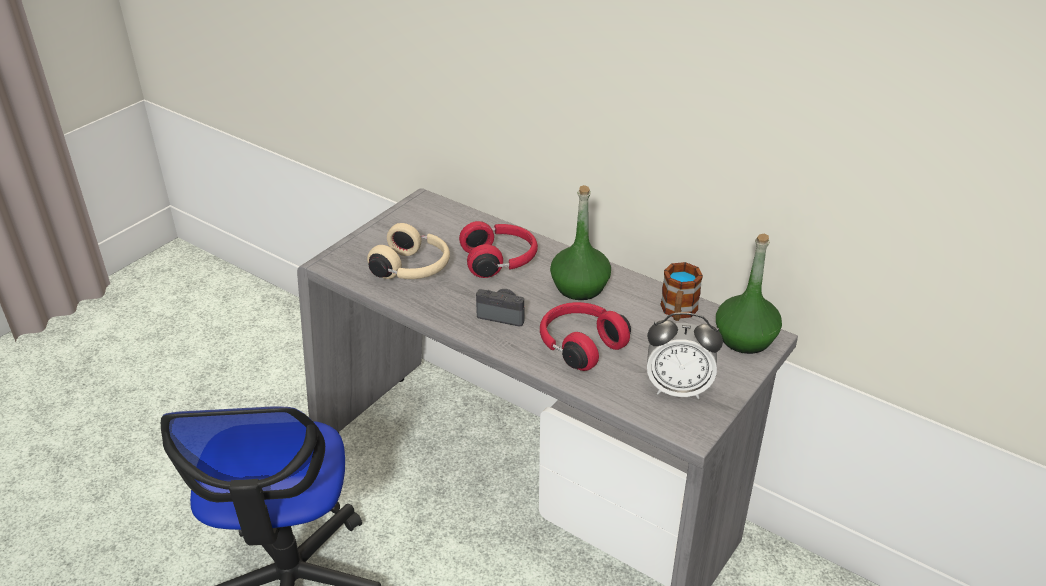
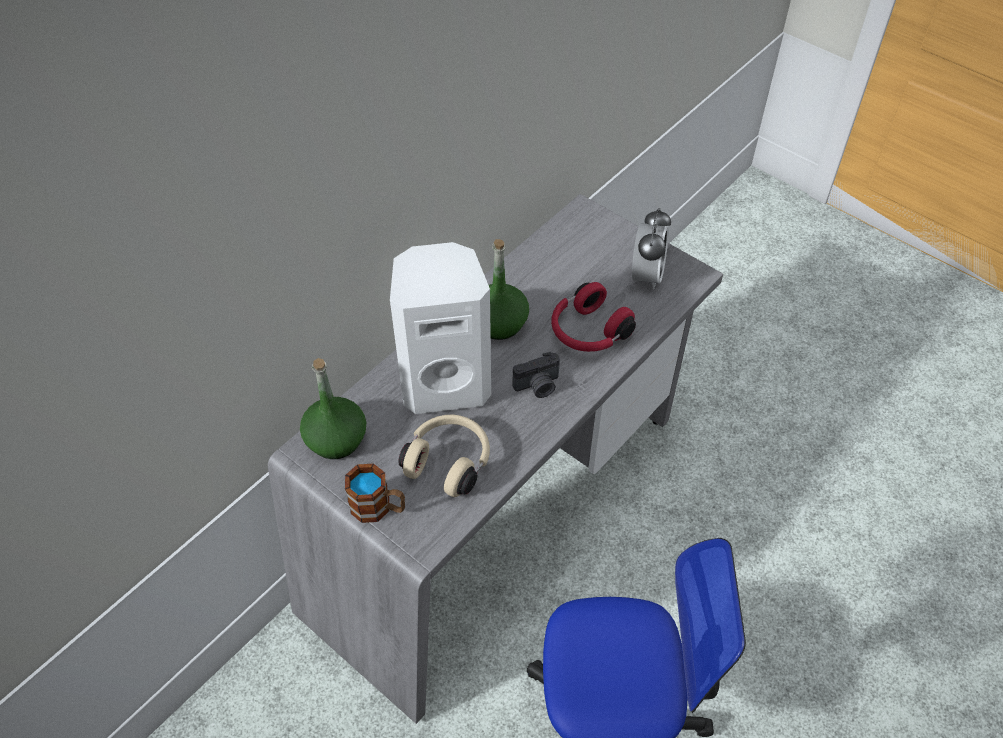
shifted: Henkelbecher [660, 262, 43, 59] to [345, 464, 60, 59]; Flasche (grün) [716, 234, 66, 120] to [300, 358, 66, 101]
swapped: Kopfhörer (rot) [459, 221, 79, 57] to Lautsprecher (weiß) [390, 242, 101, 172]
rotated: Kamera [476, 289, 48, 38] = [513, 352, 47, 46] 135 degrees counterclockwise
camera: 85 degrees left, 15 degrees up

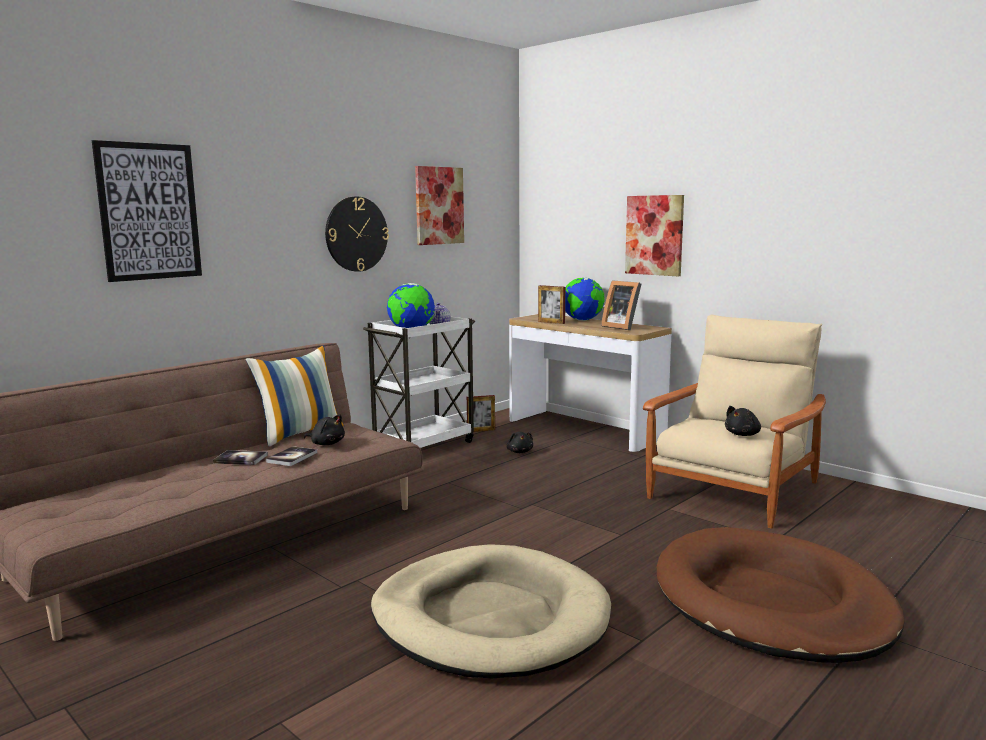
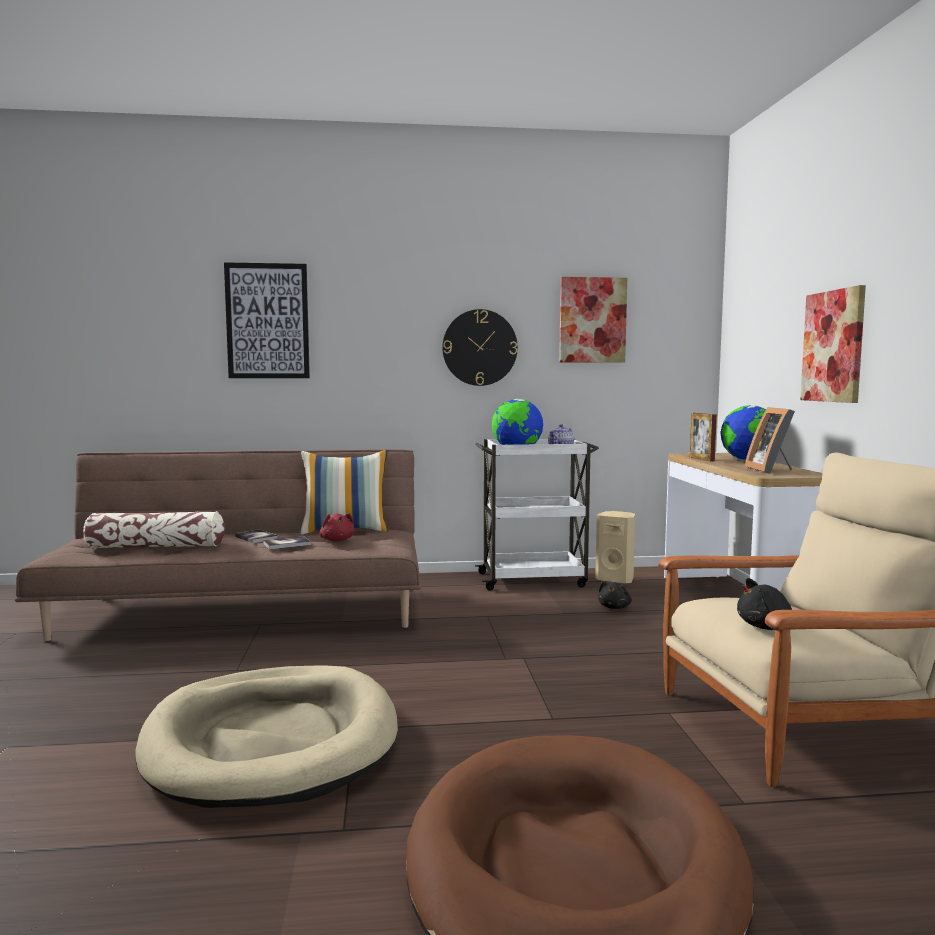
new: Kissen [83, 511, 142, 37]
swapped: Bilderrahmen [467, 395, 28, 37] to Lautsprecher (beige) [595, 511, 40, 73]
repainted: Plüschtier (schwarz) [304, 414, 41, 31] to Plüschtier (rot) [320, 513, 34, 29]
camera: 40 degrees right, 5 degrees down

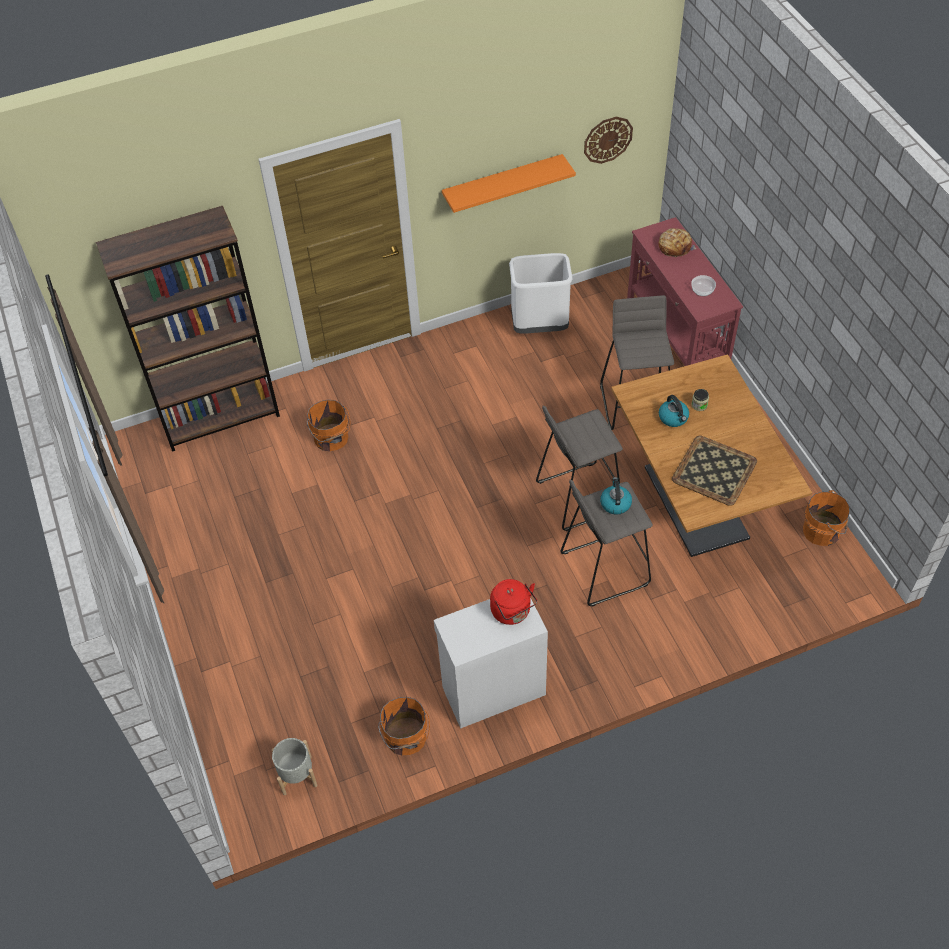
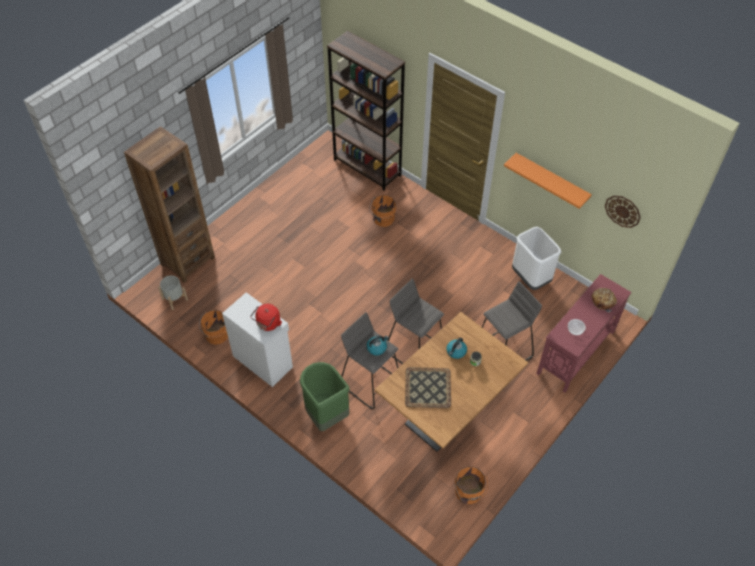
new: Bücherregal (braun) [124, 126, 91, 157]; Mülleimer (grün) [300, 362, 50, 69]
camera: 60 degrees right, 0 degrees up

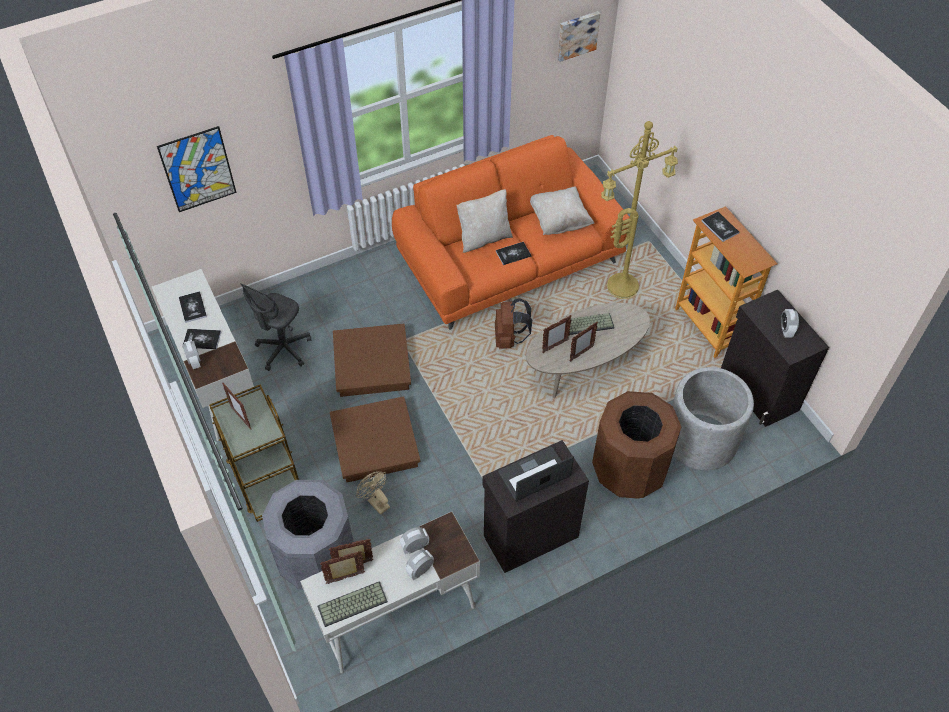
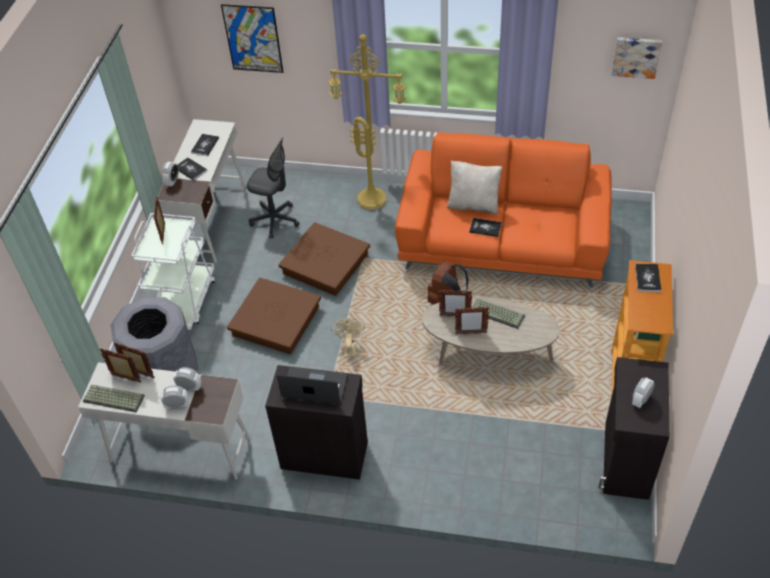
gone: Kissen (beige) [530, 186, 64, 49]; Mülleimer (braun) [592, 391, 89, 108]; Pflanzkübel (grau) [672, 367, 82, 104]
shifted: Ventilator (beige) [356, 472, 34, 43] to [331, 318, 33, 40]; Stehlampe (gelb) [601, 121, 77, 178] to [328, 34, 78, 176]
repainted: Rollwagen (braun) [209, 384, 90, 138] to Rollwagen (weiß) [131, 213, 85, 117]
rotated: Bürostuhl (grau) [241, 284, 70, 87] = [247, 138, 53, 101] 135 degrees counterclockwise
camera: 40 degrees right, 5 degrees down

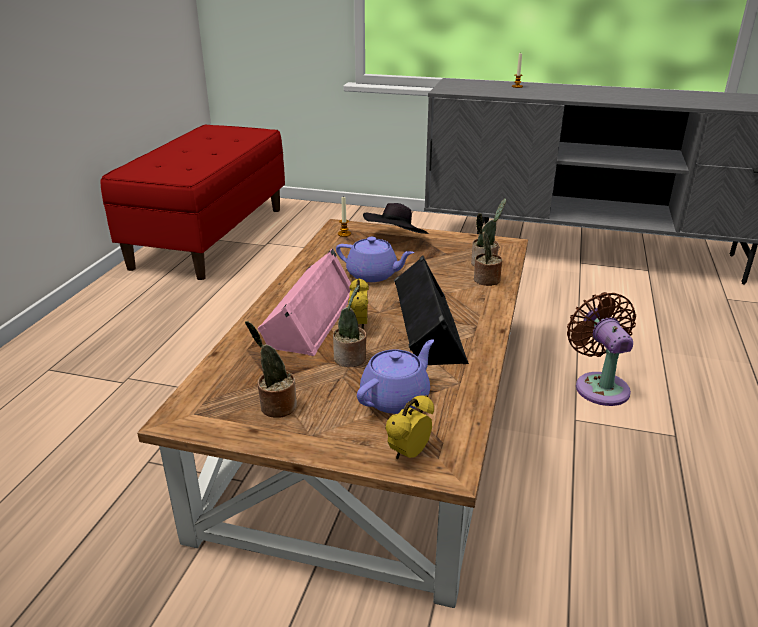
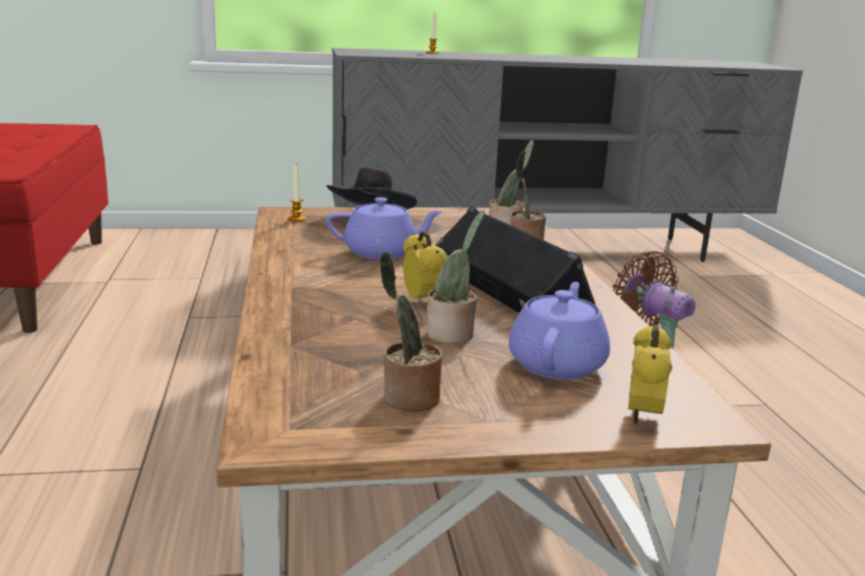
gone: Lautsprecher (rosa) [257, 248, 94, 108]
camera: 25 degrees left, 10 degrees down

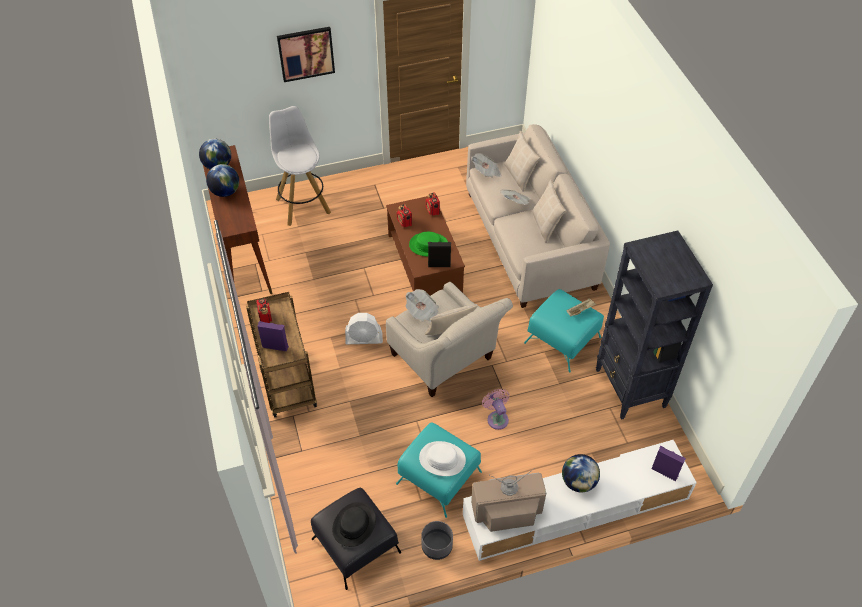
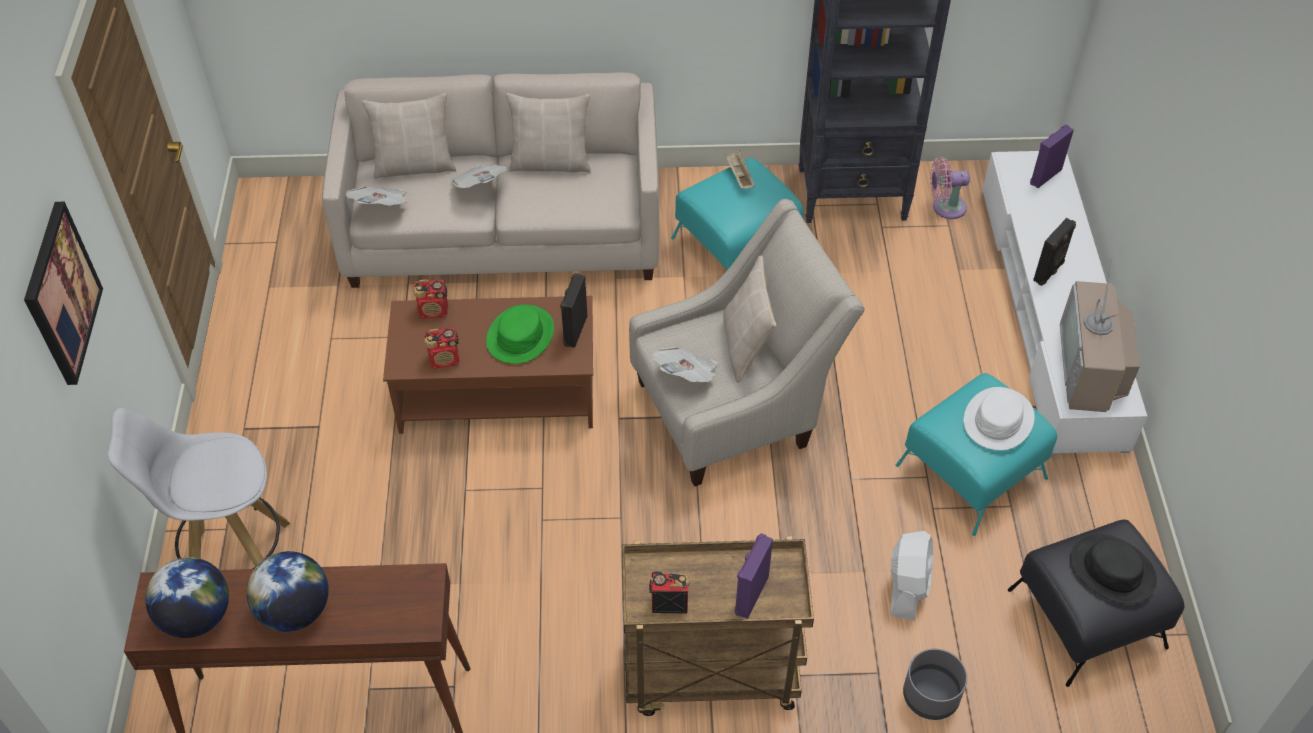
shifted: Ventilator (weiß) [345, 313, 38, 31] to [890, 531, 43, 90]; Pflanzkübel (grau) [421, 521, 32, 39] to [903, 649, 64, 71]; Ventilator (rosa) [482, 389, 28, 41] to [930, 157, 40, 62]
swapped: Globus [562, 454, 38, 38] to Lautsprecher (schwarz) [1033, 218, 43, 68]
camera: 75 degrees left, 0 degrees up

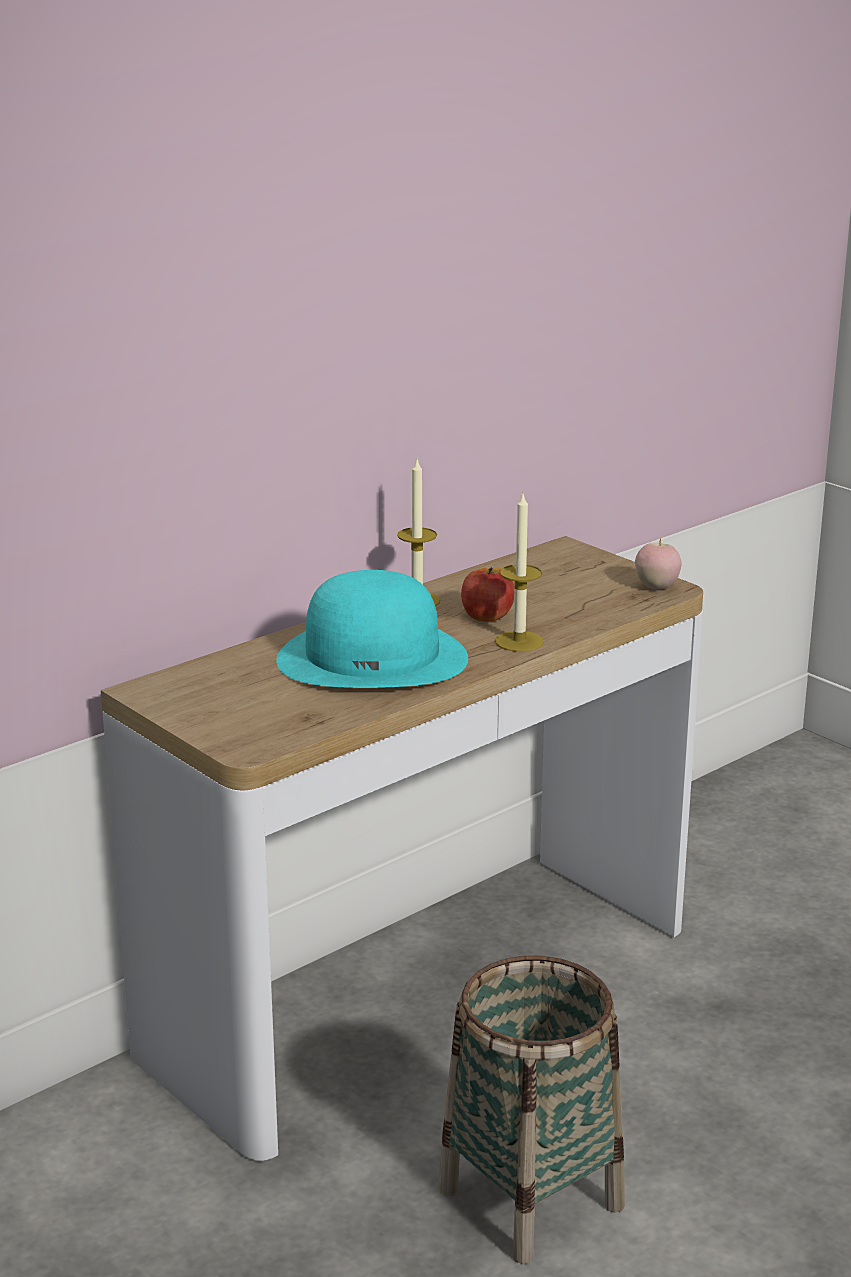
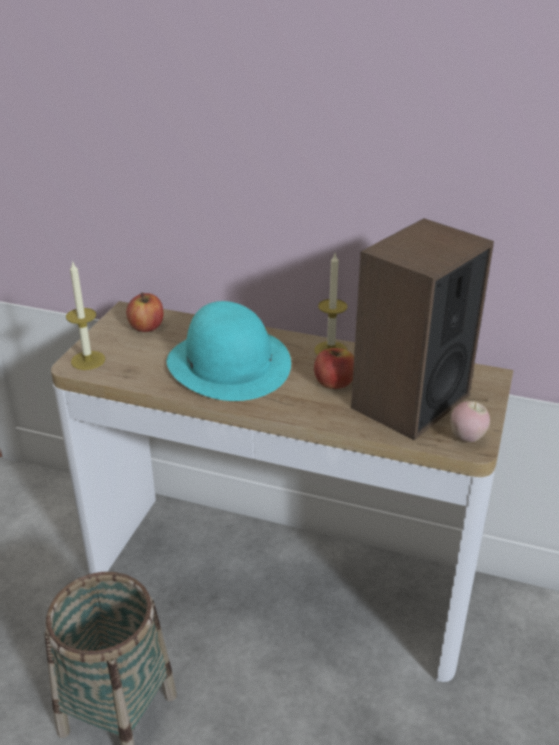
new: Apfel [126, 292, 37, 40]; Lautsprecher [351, 218, 143, 222]
shifted: Kerze [495, 494, 49, 158] to [66, 260, 39, 110]
camera: 60 degrees right, 10 degrees up

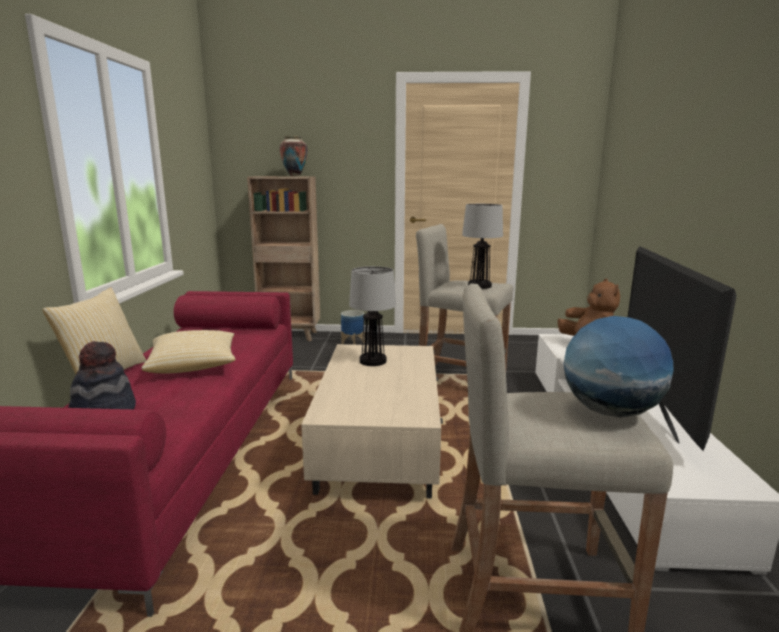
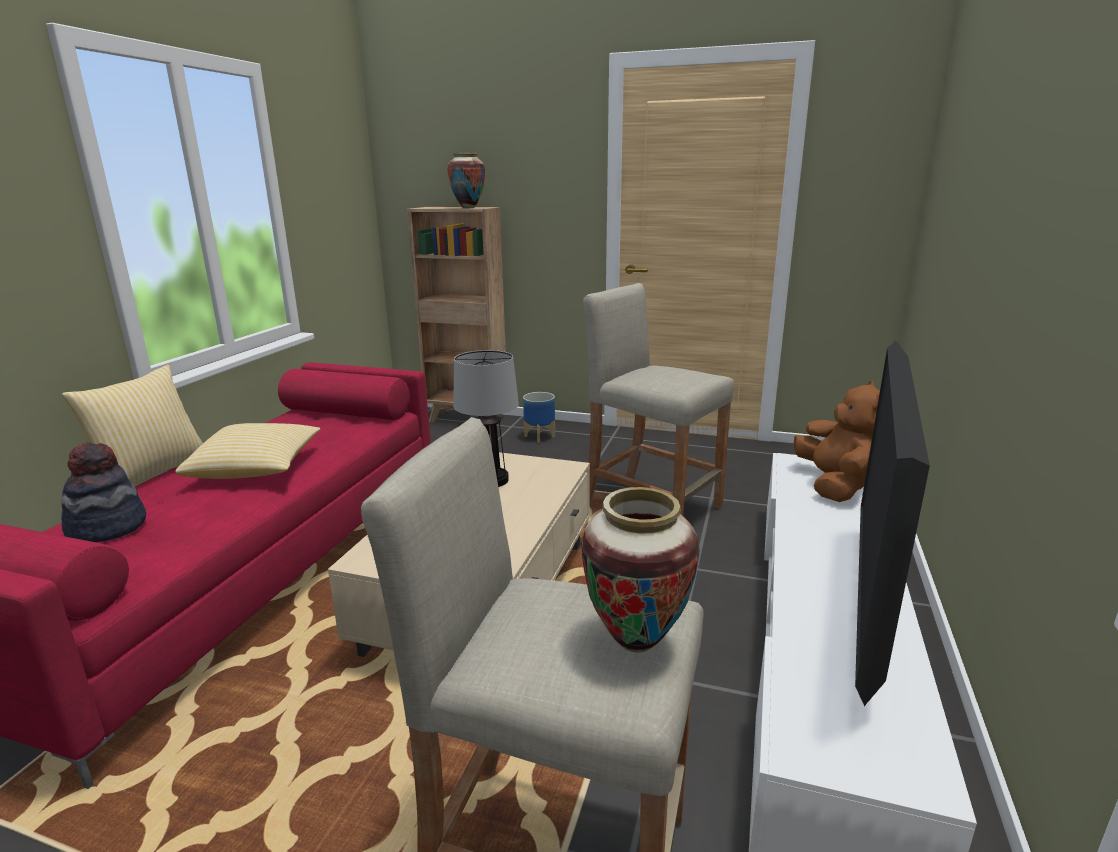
gone: Tischlampe [462, 204, 41, 85]
swapped: Globus [564, 316, 110, 102] to Vase [581, 487, 119, 166]
camera: 15 degrees right, 5 degrees up

